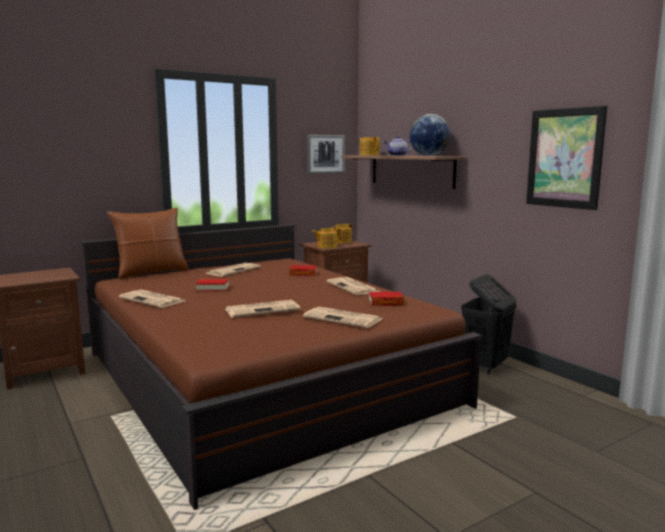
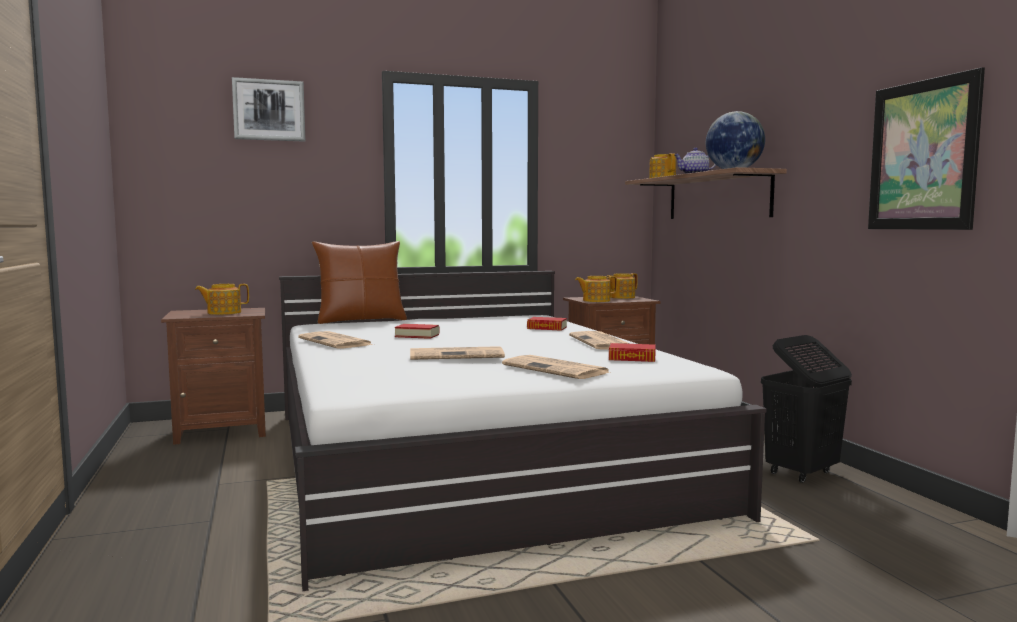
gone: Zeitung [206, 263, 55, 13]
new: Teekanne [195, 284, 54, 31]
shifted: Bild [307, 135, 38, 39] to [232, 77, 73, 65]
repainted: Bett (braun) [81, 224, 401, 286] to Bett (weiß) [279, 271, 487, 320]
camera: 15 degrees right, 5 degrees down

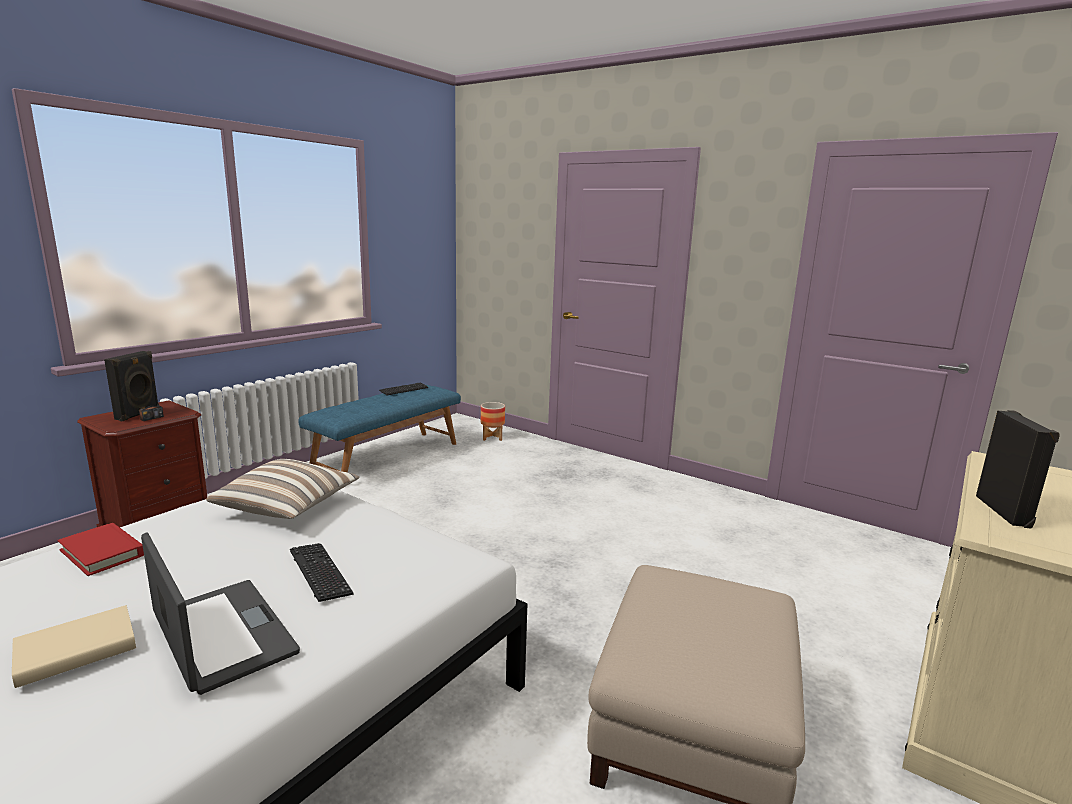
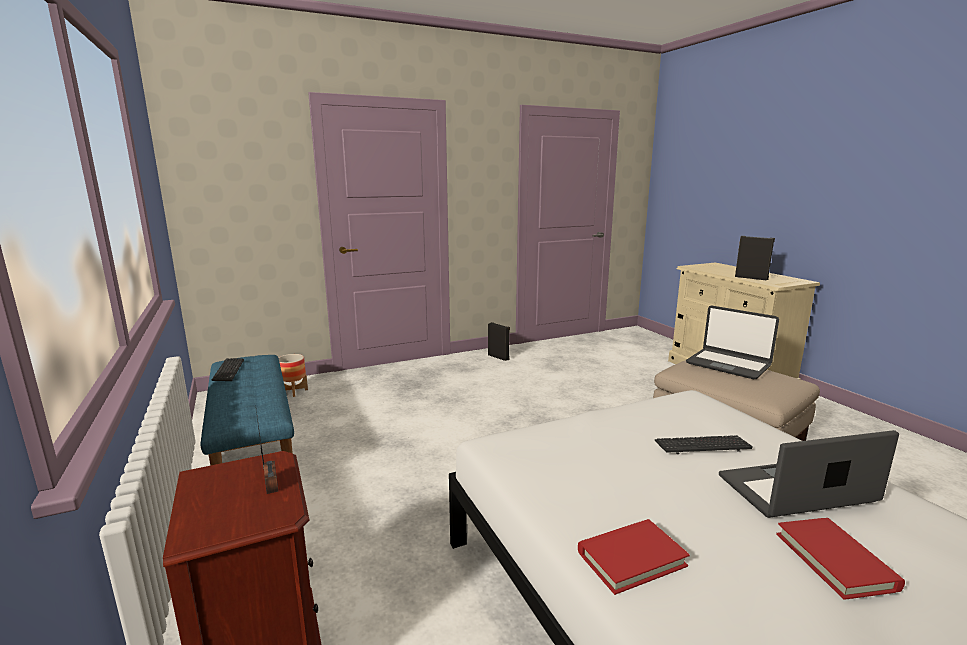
gone: Kissen [206, 459, 154, 60]
new: Laptop [686, 306, 93, 73]
shifted: Lautsprecher (schwarz) [104, 351, 55, 70] to [488, 322, 22, 39]
repainted: Buch (beige) [12, 605, 124, 83] to Buch (rot) [776, 518, 129, 82]
camera: 60 degrees left, 0 degrees up

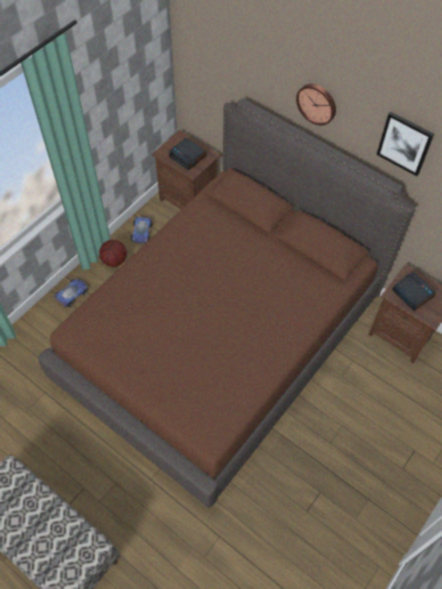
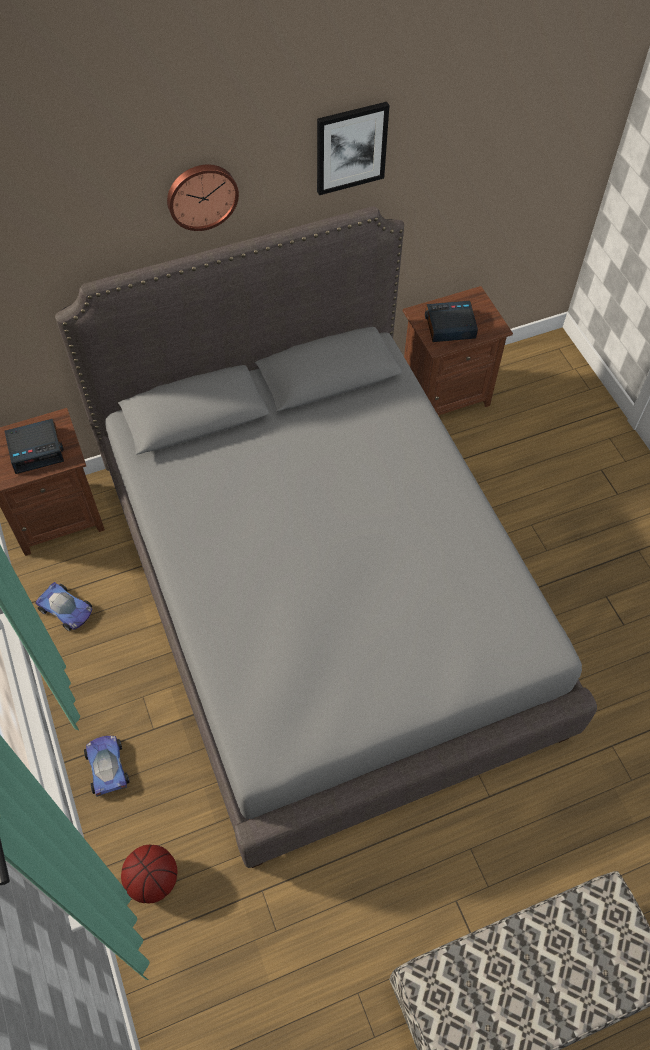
shifted: Basketball [99, 240, 28, 27] to [121, 845, 56, 58]
repainted: Bett (braun) [38, 99, 377, 409] to Bett (grau) [55, 206, 542, 662]
camera: 60 degrees left, 0 degrees up

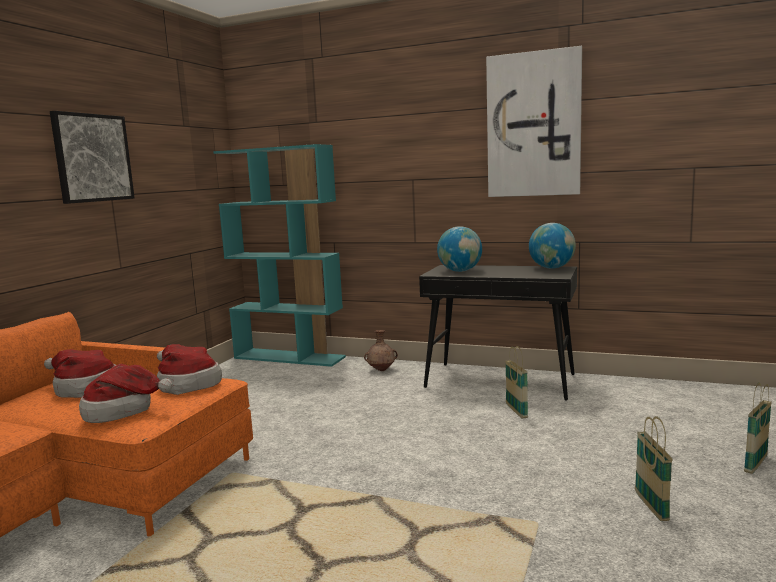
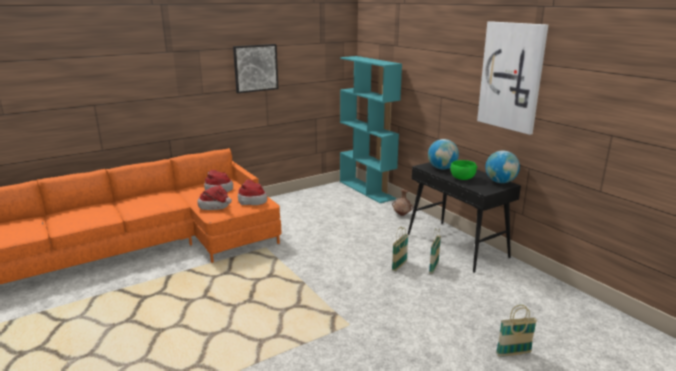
new: Schüssel (grün) [451, 160, 26, 20]
shifted: Korb [635, 416, 38, 105] to [392, 227, 16, 44]
camera: 35 degrees right, 10 degrees up

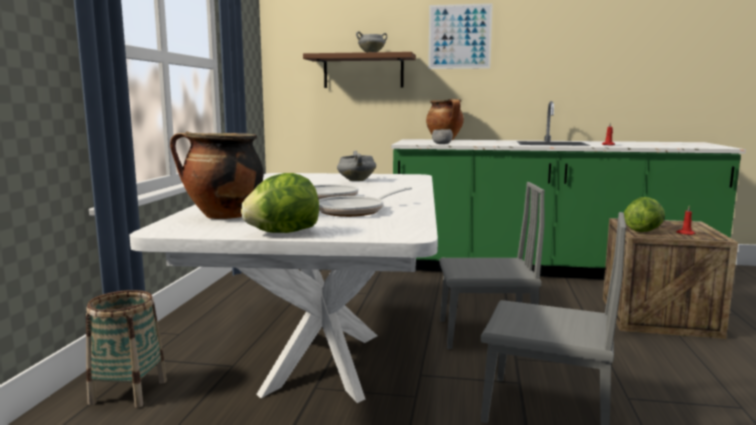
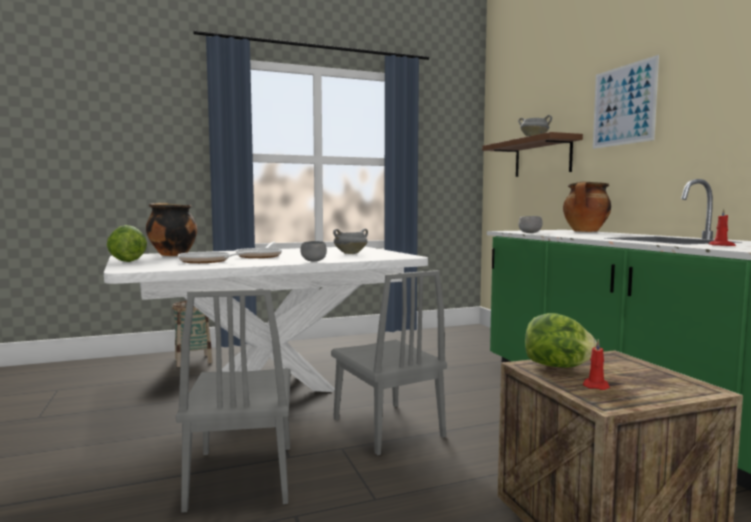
new: Schüssel (grau) [300, 241, 27, 20]
camera: 60 degrees right, 5 degrees down

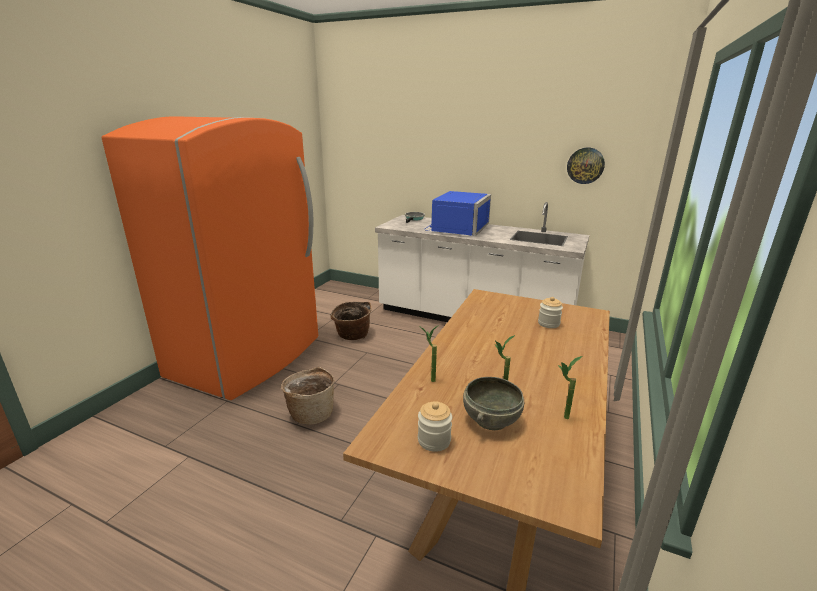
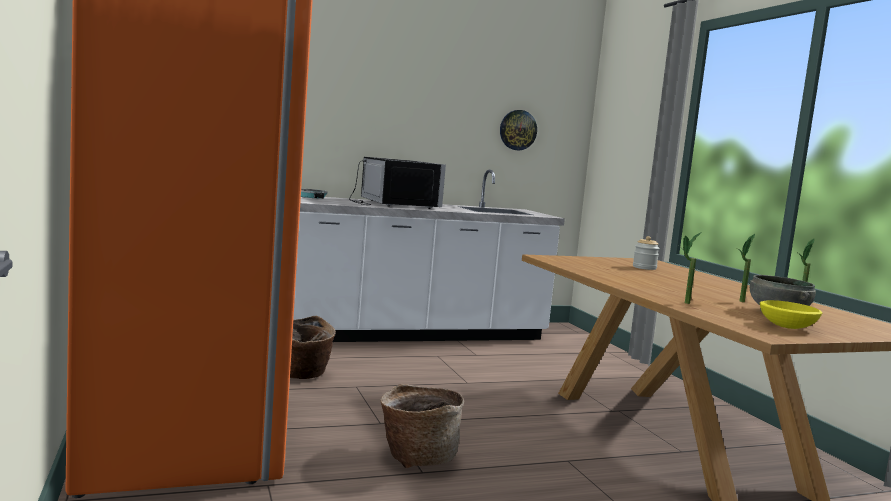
swapped: Vorratsglas [418, 401, 34, 51] to Schüssel (gelb) [760, 300, 62, 29]
repainted: Mikrowelle (blau) [424, 191, 67, 45] to Mikrowelle (schwarz) [349, 157, 97, 52]
camera: 45 degrees left, 15 degrees down

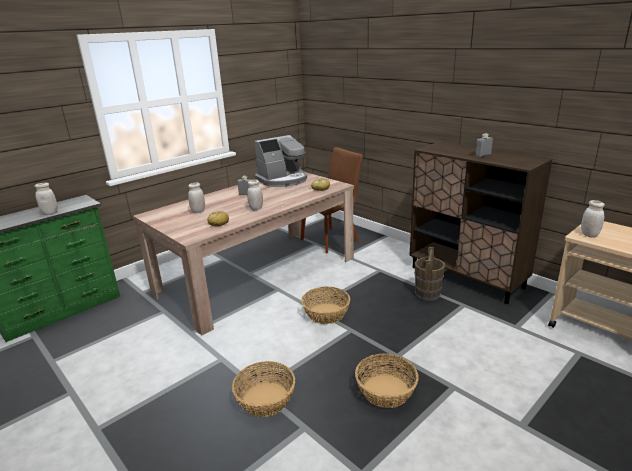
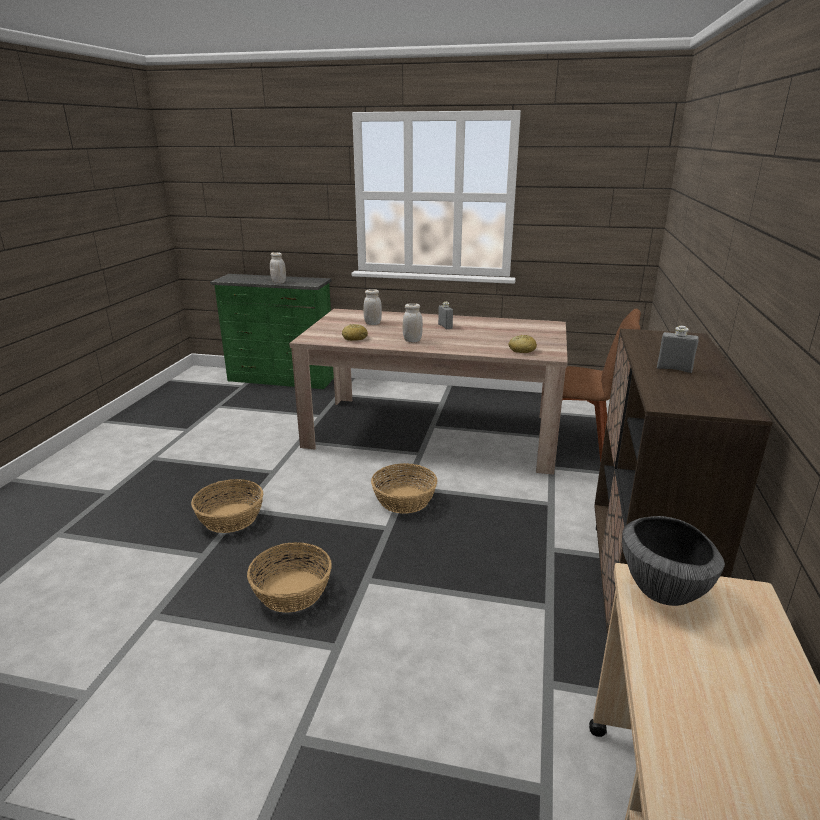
gone: Kaffeemaschine [254, 135, 53, 52]; Eimer (braun) [415, 247, 30, 54]
swapped: Vorratsglas (weiß) [581, 200, 24, 38] to Schüssel [622, 516, 103, 90]
camera: 55 degrees right, 0 degrees up

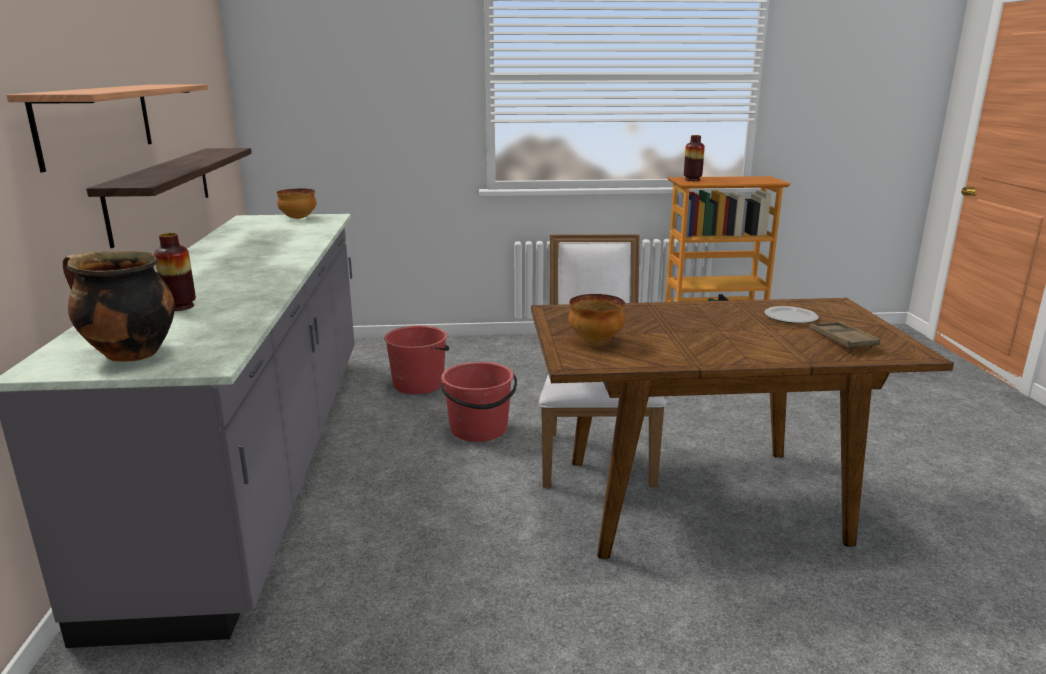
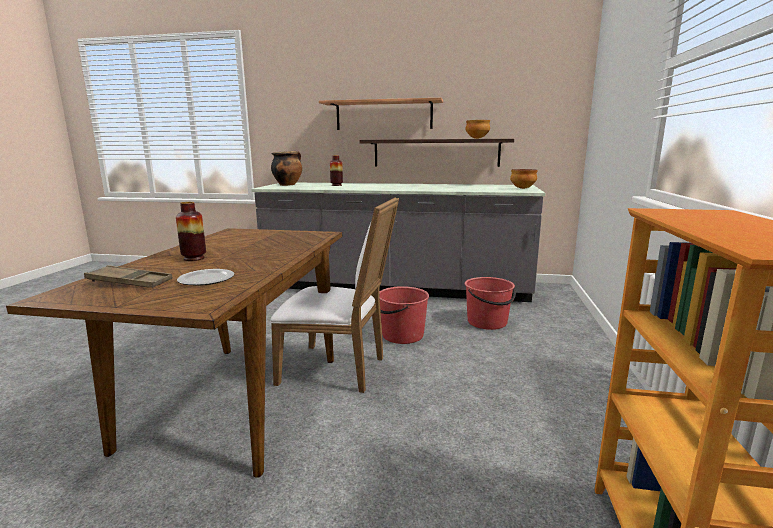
shifted: Schüssel [568, 294, 57, 48] to [466, 120, 24, 19]; Vase [684, 135, 21, 46] to [176, 202, 30, 59]
camera: 105 degrees right, 5 degrees down

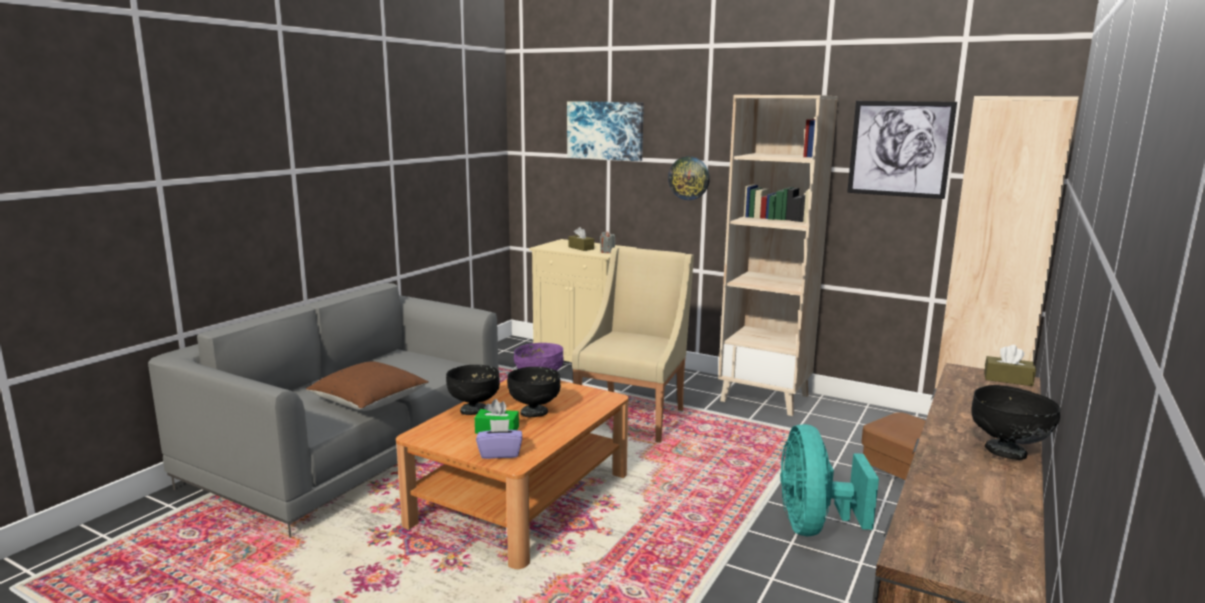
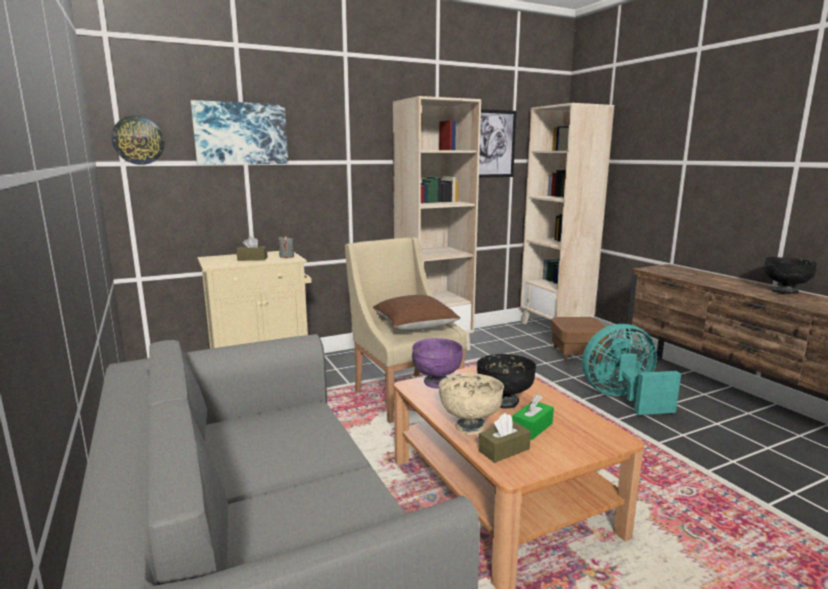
gone: Taschentuchbox (lila) [476, 420, 46, 39]
shifted: Kissen (braun) [306, 361, 123, 50] to [373, 295, 88, 36]; Wanduhr [668, 156, 42, 44] to [111, 116, 54, 49]; Taschentuchbox (braun) [984, 345, 52, 41] to [479, 413, 52, 50]
repainted: Schüssel (schwarz) [446, 365, 54, 50] to Schüssel (beige) [439, 373, 65, 62]
rotated: Ventilator (türkis) [780, 424, 99, 112] = [582, 324, 99, 91] 135 degrees clockwise
camera: 55 degrees left, 0 degrees up

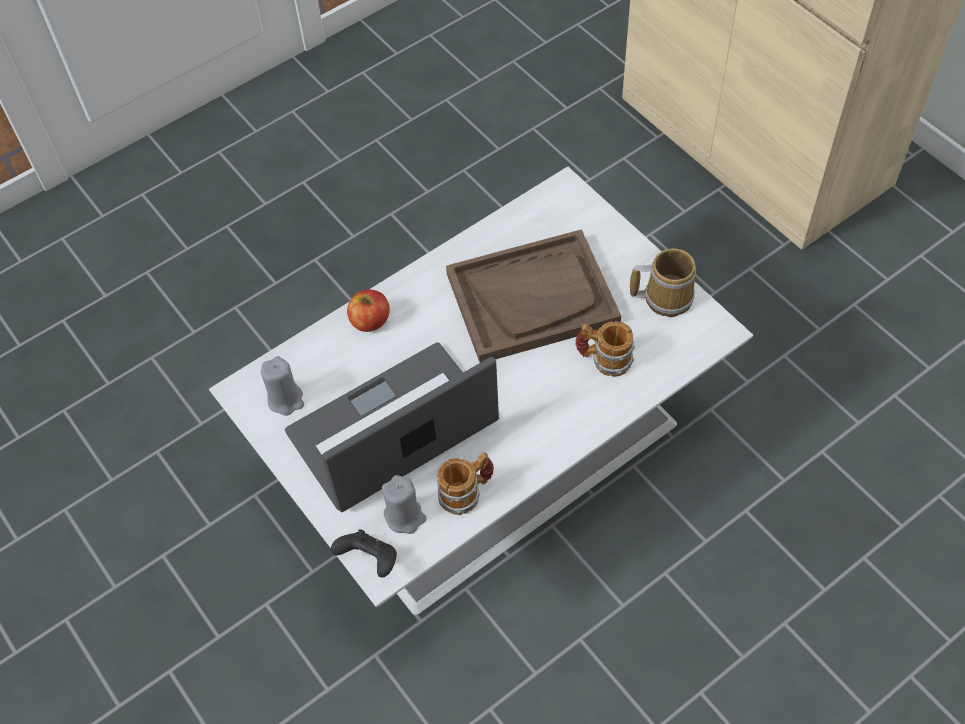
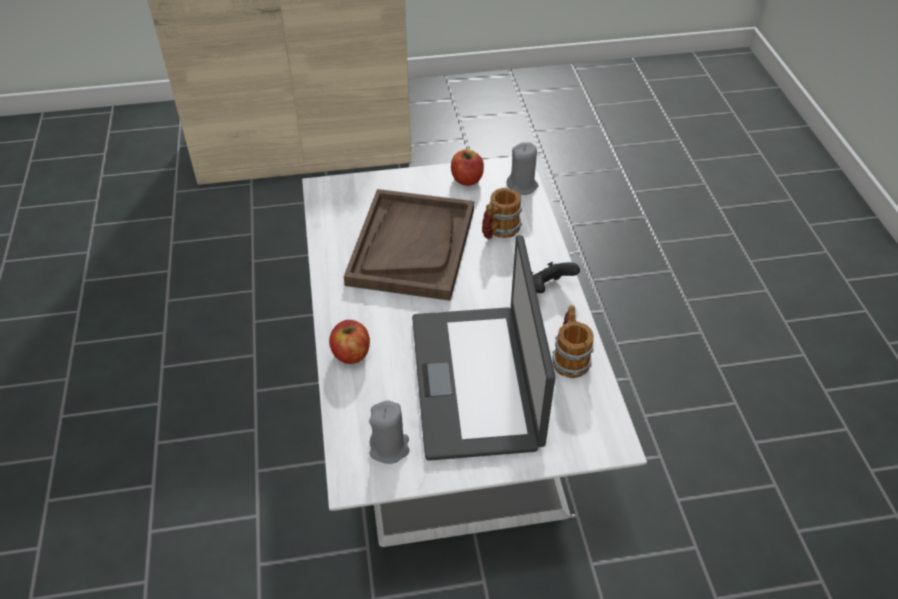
shifted: Gamepad (schwarz) [331, 529, 66, 48] to [532, 262, 48, 31]; Kerze (grau) [382, 475, 45, 59] to [506, 142, 32, 53]
swapped: Henkelbecher [630, 248, 66, 69] to Apfel [451, 149, 33, 37]
camera: 65 degrees left, 10 degrees down

